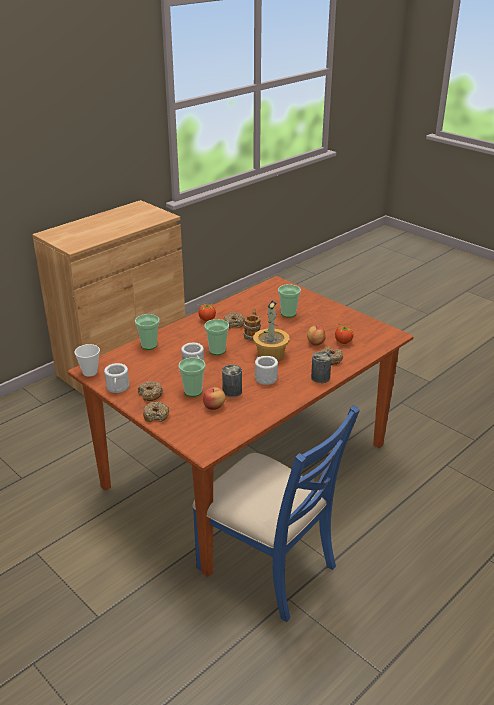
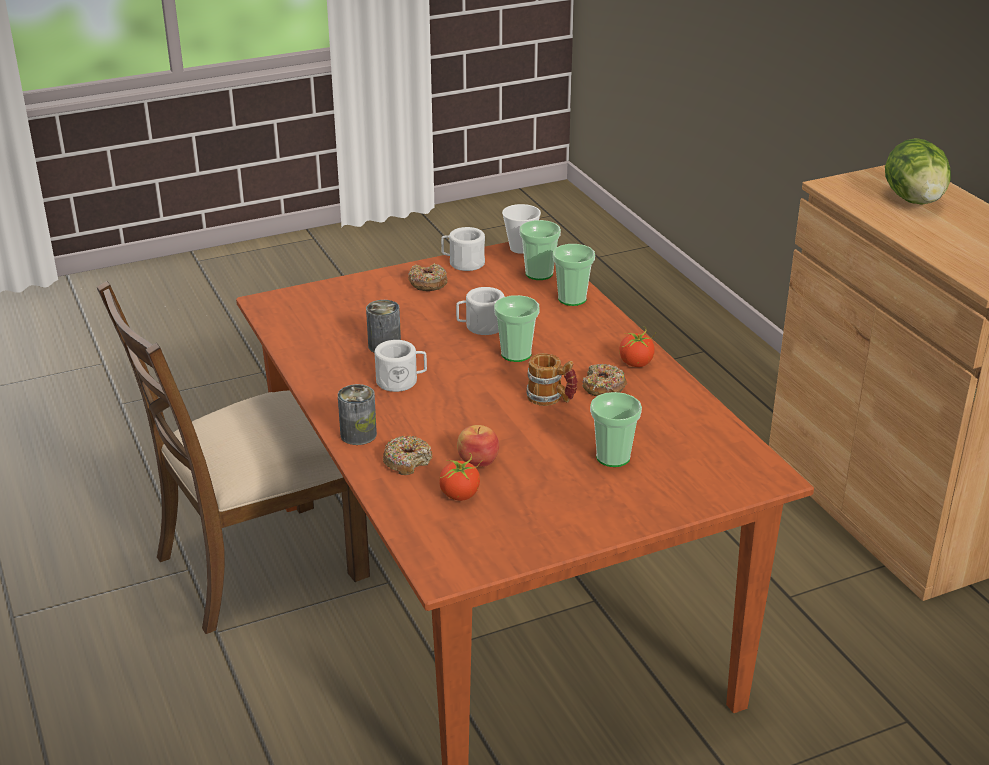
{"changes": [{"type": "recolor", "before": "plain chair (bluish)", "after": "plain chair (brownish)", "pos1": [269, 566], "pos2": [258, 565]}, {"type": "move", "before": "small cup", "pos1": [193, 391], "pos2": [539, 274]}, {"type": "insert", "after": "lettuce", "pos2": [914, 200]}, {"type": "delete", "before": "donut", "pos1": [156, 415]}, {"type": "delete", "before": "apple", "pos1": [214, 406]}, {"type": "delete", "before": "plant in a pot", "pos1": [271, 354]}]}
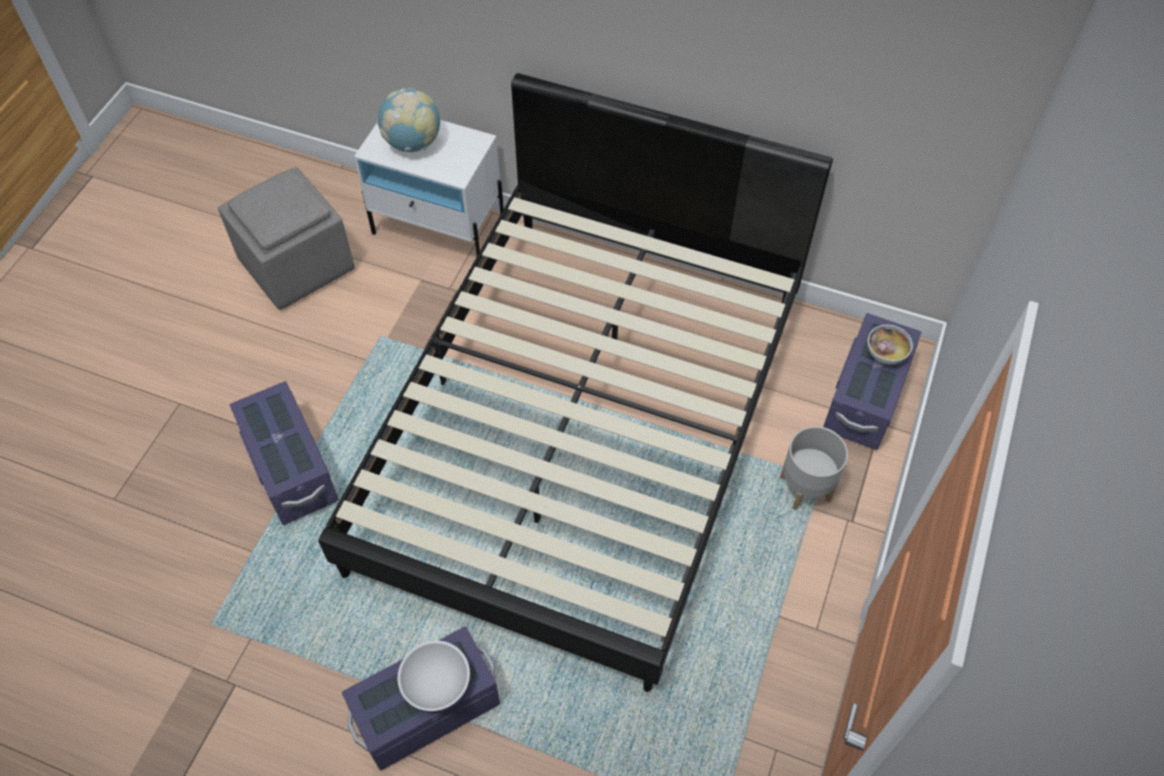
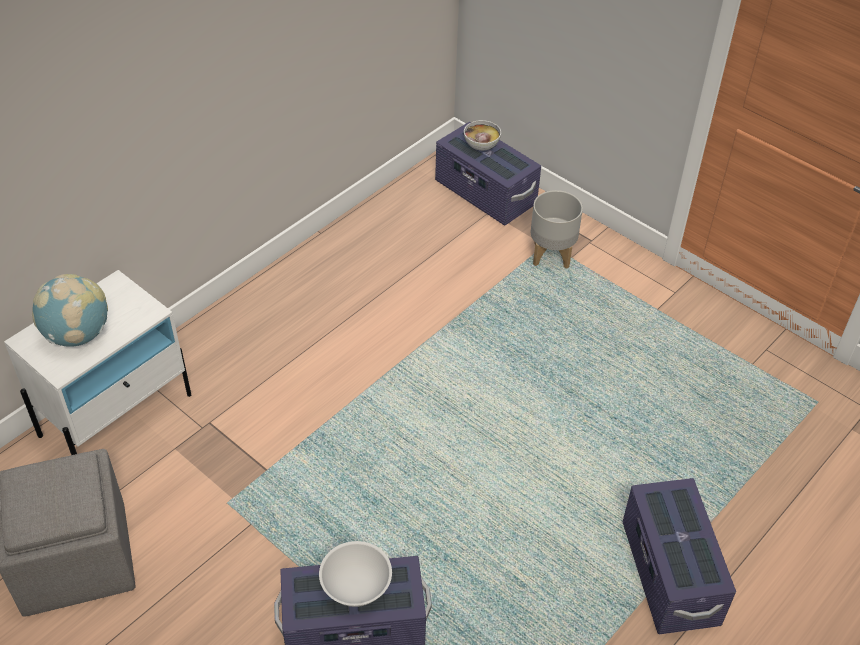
{"changes": [{"type": "move", "before": "deep dish (white)", "pos1": [436, 684], "pos2": [356, 586]}, {"type": "delete", "before": "bed (black-coloured)", "pos1": [583, 430]}]}
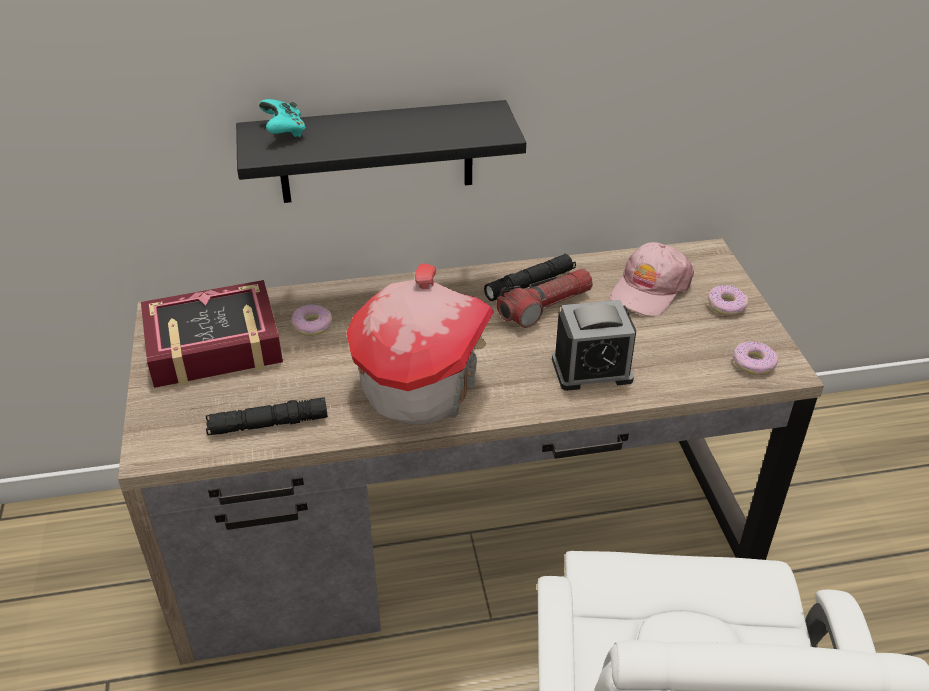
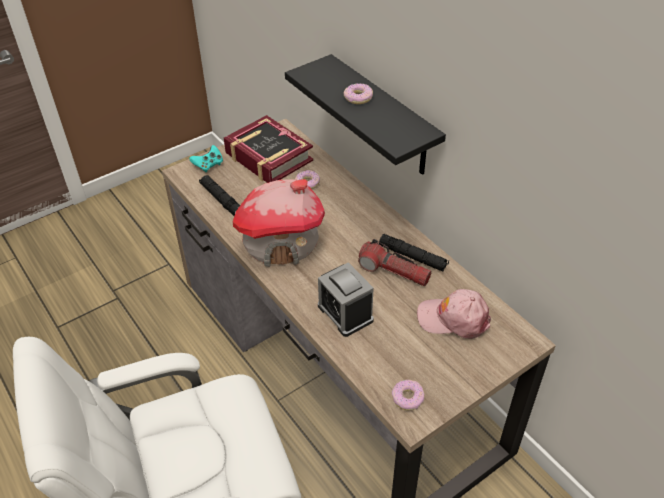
{"changes": [{"type": "move", "before": "joypad (turquoise)", "pos1": [284, 131], "pos2": [208, 165]}, {"type": "move", "before": "donut", "pos1": [726, 305], "pos2": [358, 98]}]}
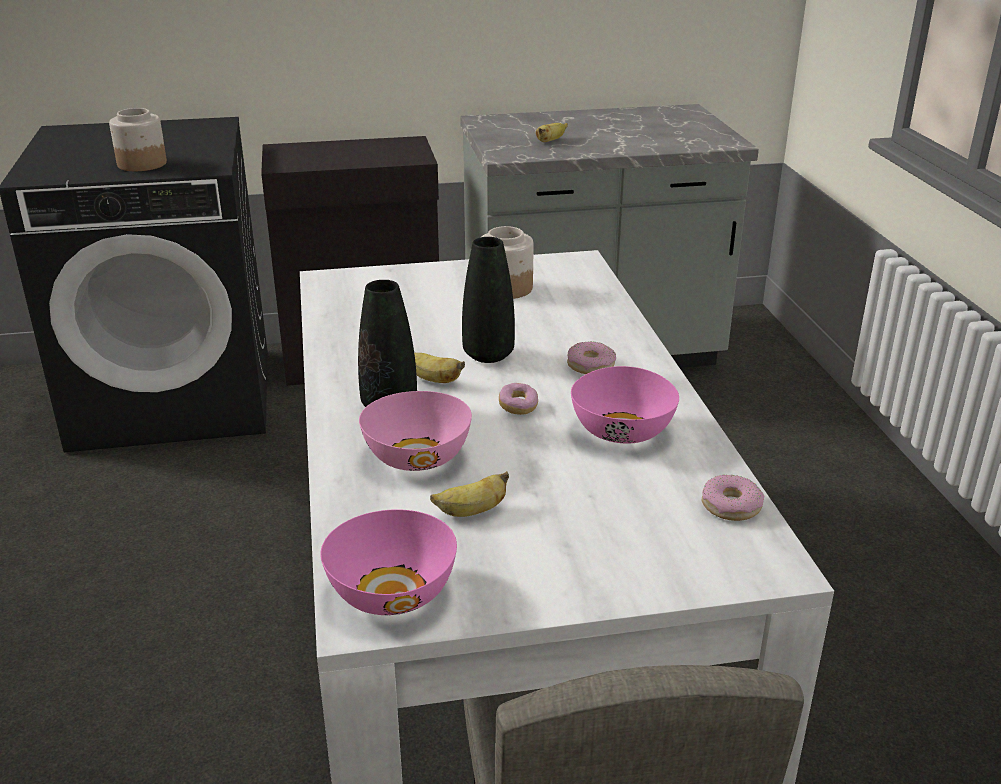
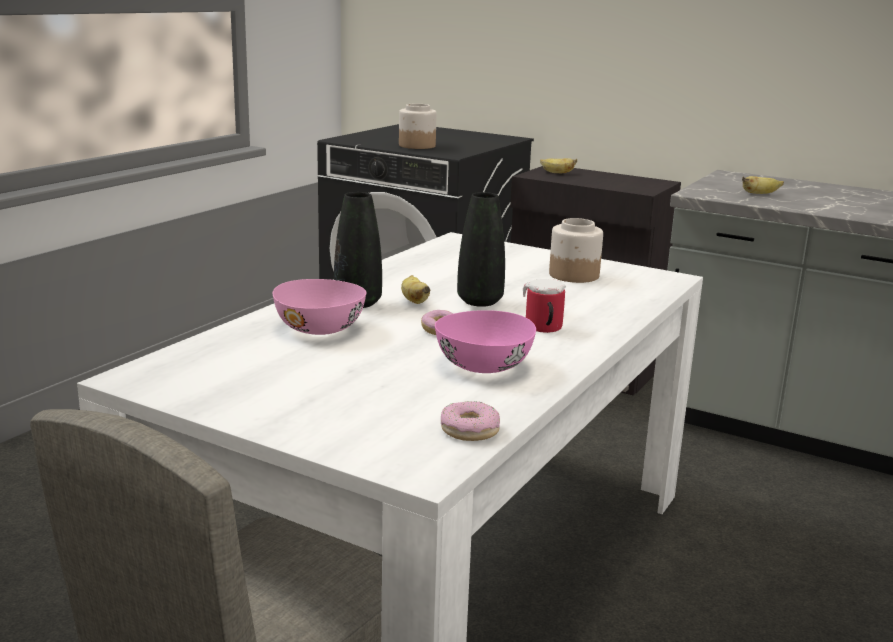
{"changes": [{"type": "replace", "before": "donut", "after": "coffee mug", "pos1": [591, 365], "pos2": [543, 329]}, {"type": "move", "before": "whole banana", "pos1": [471, 511], "pos2": [556, 173]}, {"type": "delete", "before": "deep dish (pinkish)", "pos1": [393, 591]}]}
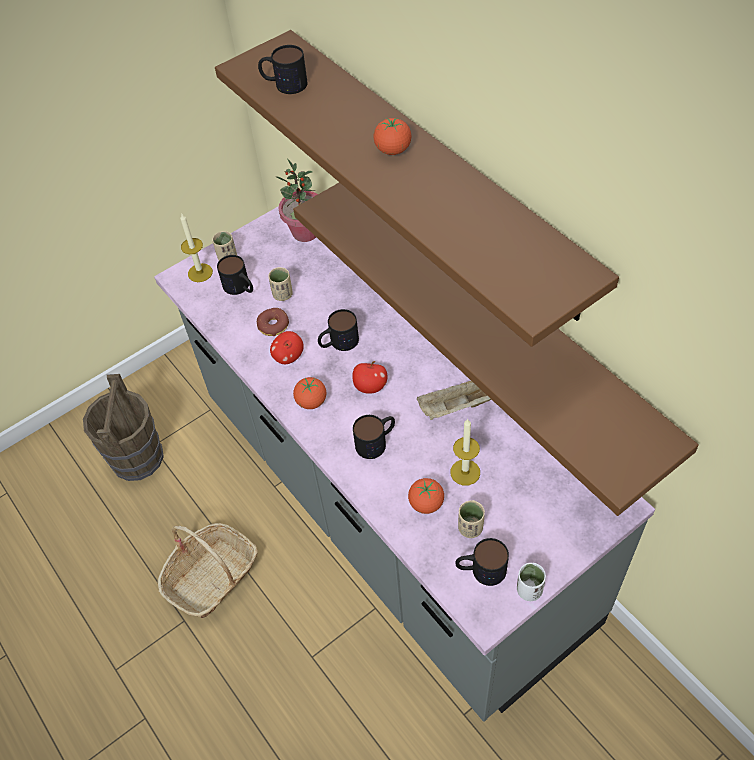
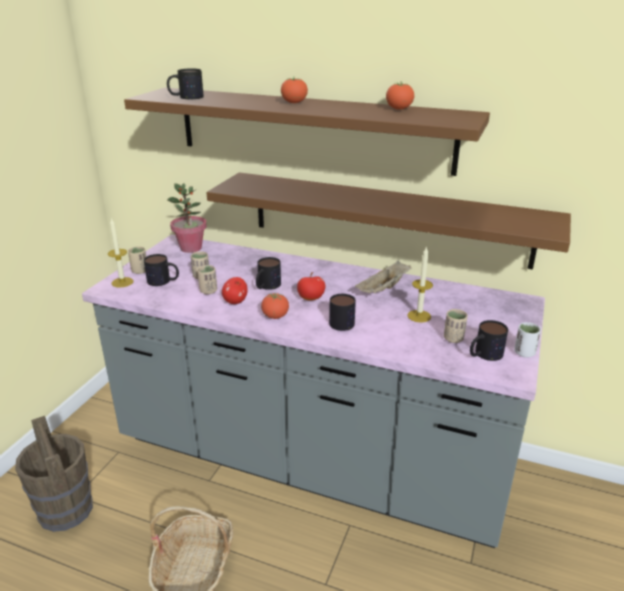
{"changes": [{"type": "replace", "before": "donut", "after": "small cup (beige)", "pos1": [273, 325], "pos2": [208, 291]}, {"type": "move", "before": "tomato", "pos1": [426, 503], "pos2": [399, 109]}]}
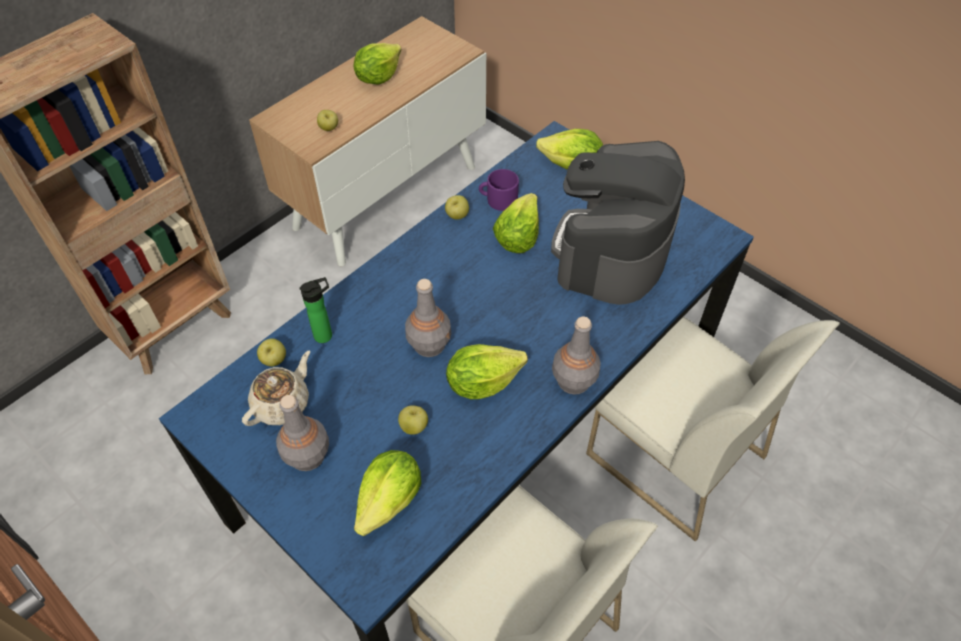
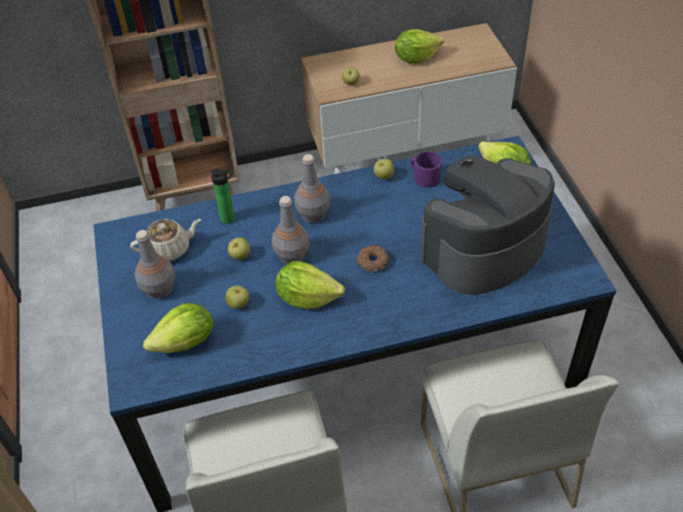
{"changes": [{"type": "move", "before": "apple", "pos1": [274, 360], "pos2": [240, 256]}, {"type": "move", "before": "drink bottle (gray)", "pos1": [573, 381], "pos2": [313, 214]}, {"type": "insert", "after": "donut", "pos2": [372, 262]}, {"type": "delete", "before": "lettuce", "pos1": [518, 235]}]}
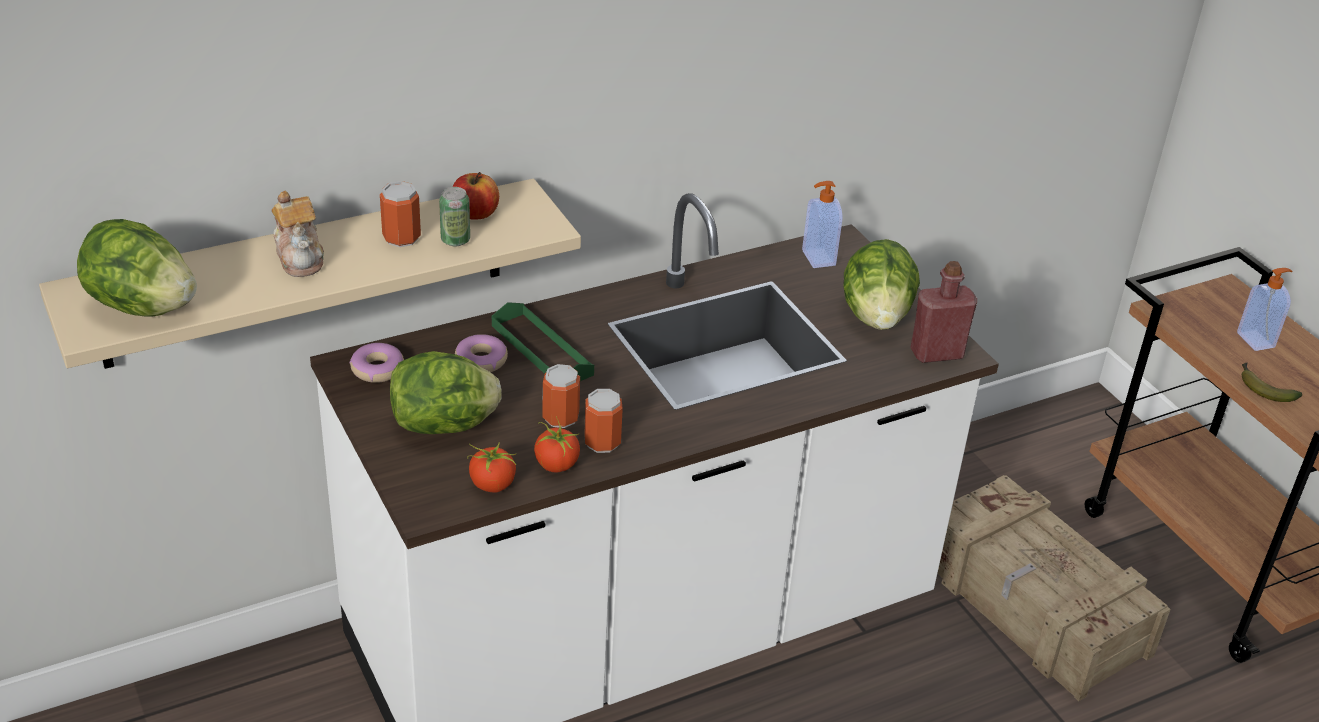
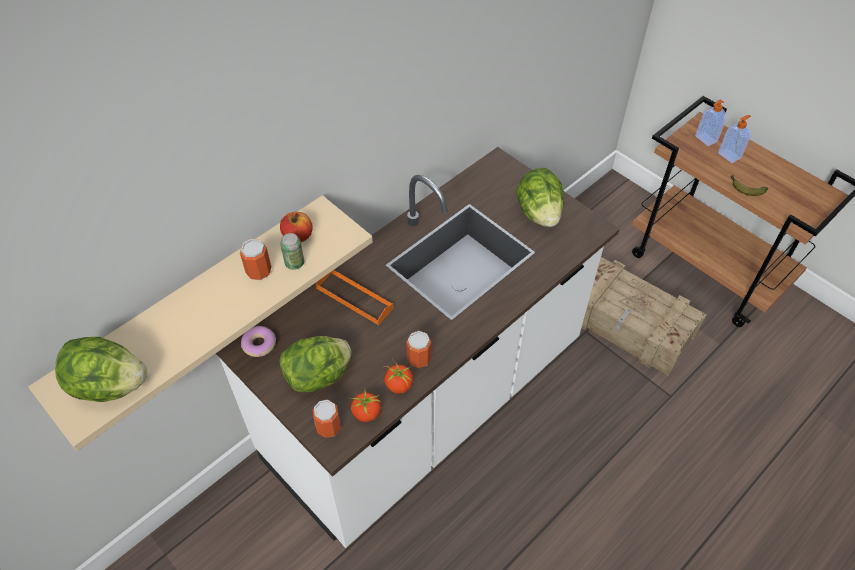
{"changes": [{"type": "move", "before": "sealed can", "pos1": [560, 417], "pos2": [328, 427]}, {"type": "recolor", "before": "carrying tray (green)", "after": "carrying tray (orange)", "pos1": [542, 350], "pos2": [354, 298]}, {"type": "move", "before": "soap dispenser", "pos1": [817, 258], "pos2": [705, 139]}, {"type": "delete", "before": "tea pot", "pos1": [300, 257]}, {"type": "delete", "before": "donut", "pos1": [481, 361]}, {"type": "delete", "before": "drink bottle (reddish)", "pos1": [936, 353]}]}
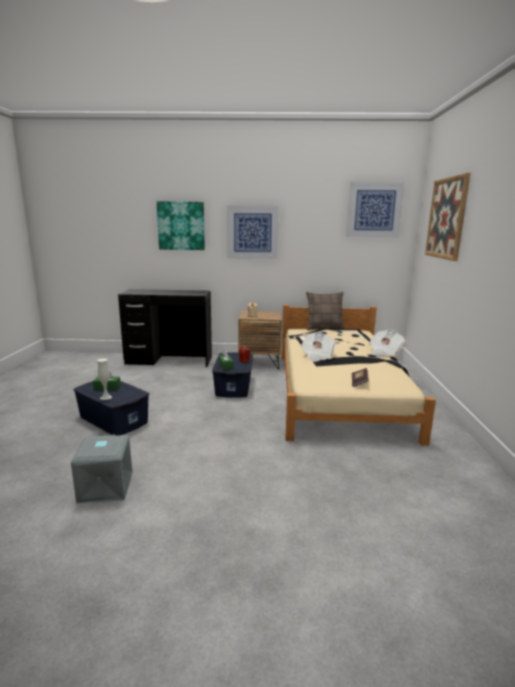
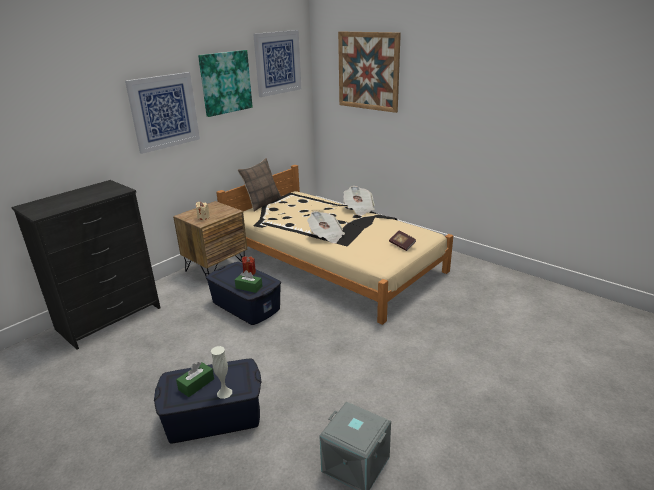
{"changes": [{"type": "replace", "before": "desk unit (black-coloured)", "after": "drawer chest (black-coloured)", "pos1": [169, 360], "pos2": [109, 318]}, {"type": "move", "before": "picture", "pos1": [181, 226], "pos2": [225, 82]}]}
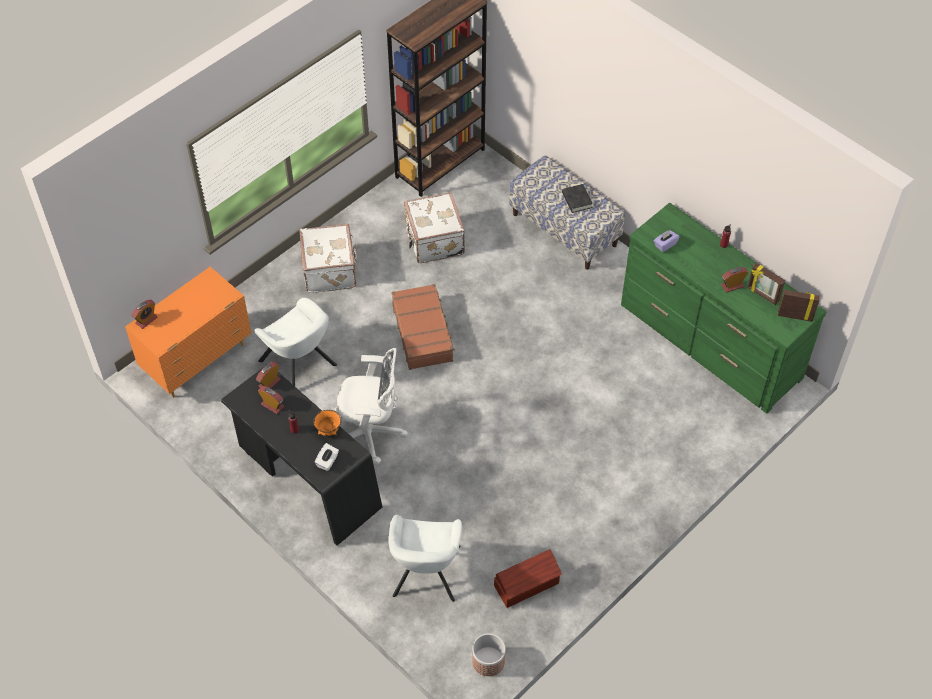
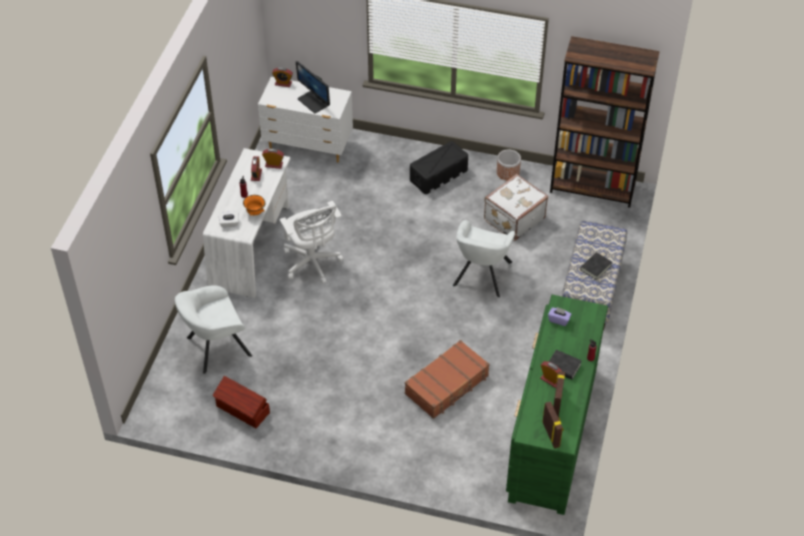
{"changes": [{"type": "recolor", "before": "desk unit (black-coloured)", "after": "desk unit (white)", "pos1": [306, 478], "pos2": [252, 247]}, {"type": "recolor", "before": "drawer chest (orange)", "after": "drawer chest (white)", "pos1": [198, 360], "pos2": [308, 146]}, {"type": "insert", "after": "computer display", "pos2": [314, 102]}, {"type": "move", "before": "suitcase (brownish)", "pos1": [423, 332], "pos2": [447, 385]}, {"type": "replace", "before": "suitcase (white)", "after": "storage box (black-coloured)", "pos1": [330, 270], "pos2": [439, 175]}, {"type": "move", "before": "easy chair (white)", "pos1": [300, 365], "pos2": [481, 276]}, {"type": "move", "before": "flower pot", "pos1": [488, 661], "pos2": [508, 172]}, {"type": "insert", "after": "book (black-coloured)", "pos2": [563, 367]}]}
